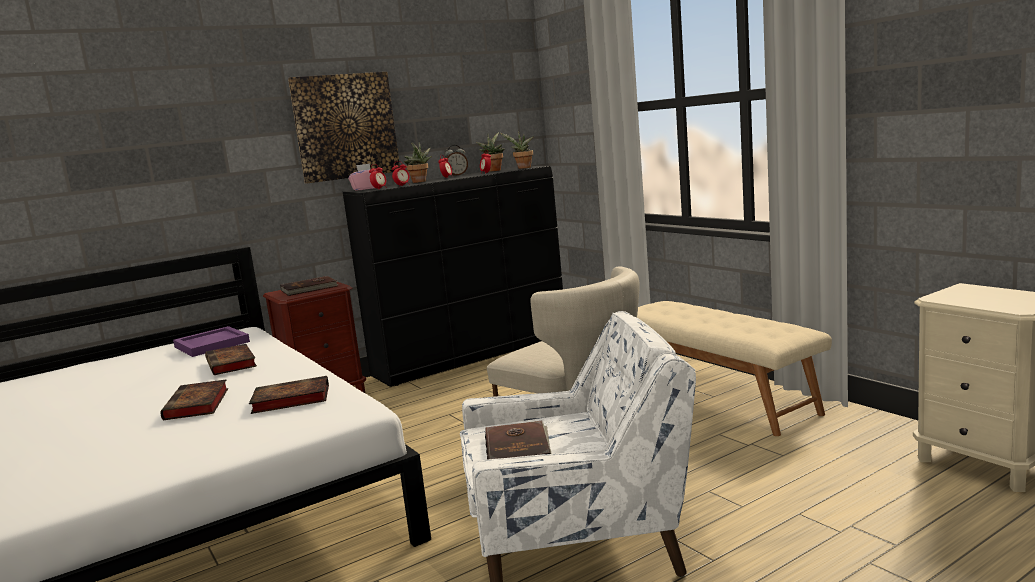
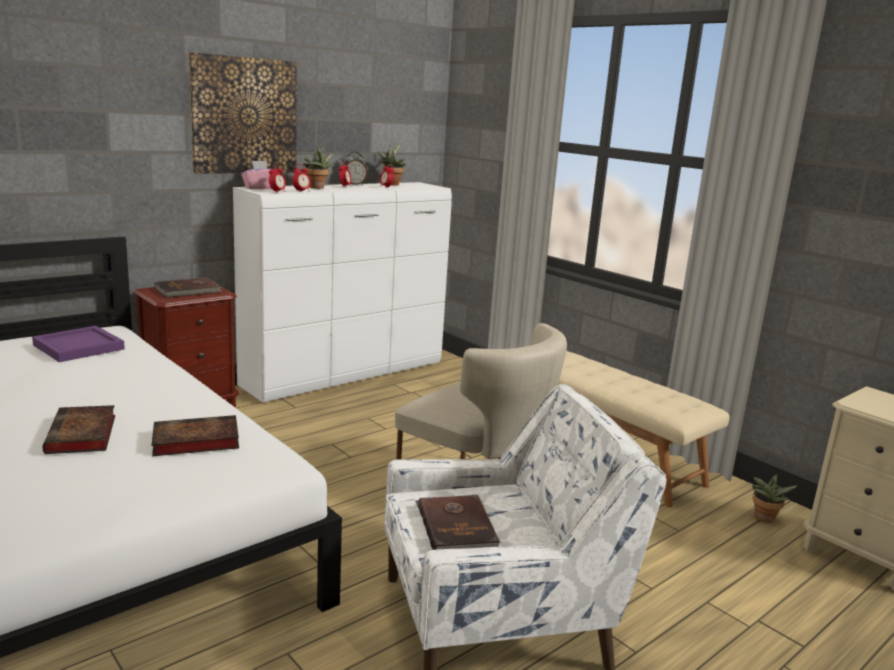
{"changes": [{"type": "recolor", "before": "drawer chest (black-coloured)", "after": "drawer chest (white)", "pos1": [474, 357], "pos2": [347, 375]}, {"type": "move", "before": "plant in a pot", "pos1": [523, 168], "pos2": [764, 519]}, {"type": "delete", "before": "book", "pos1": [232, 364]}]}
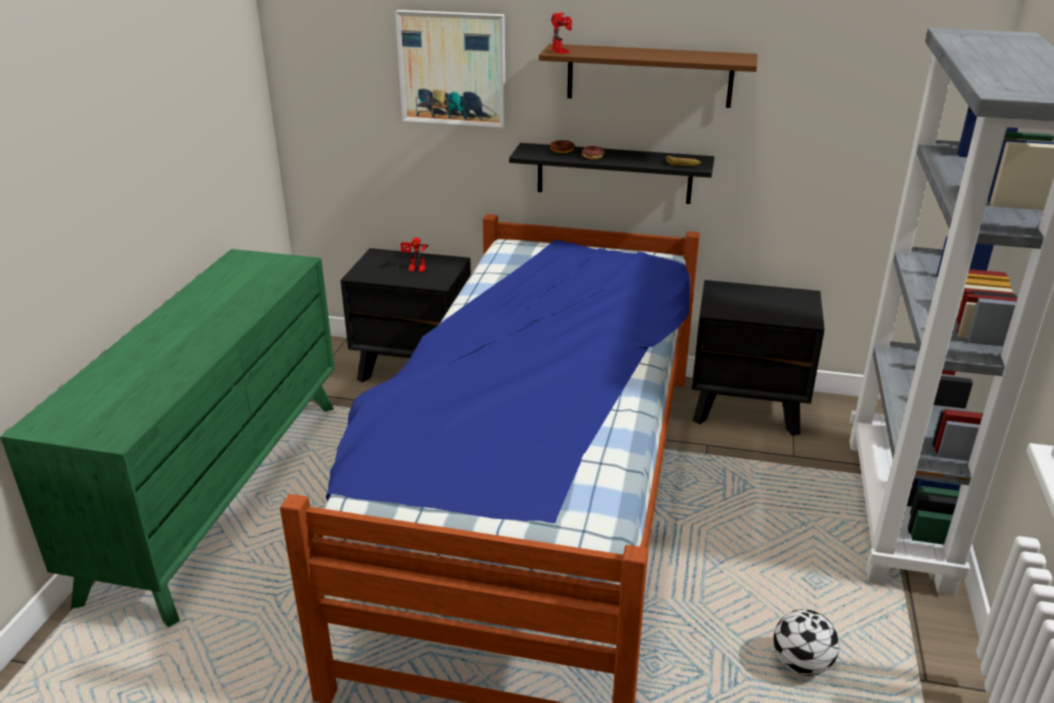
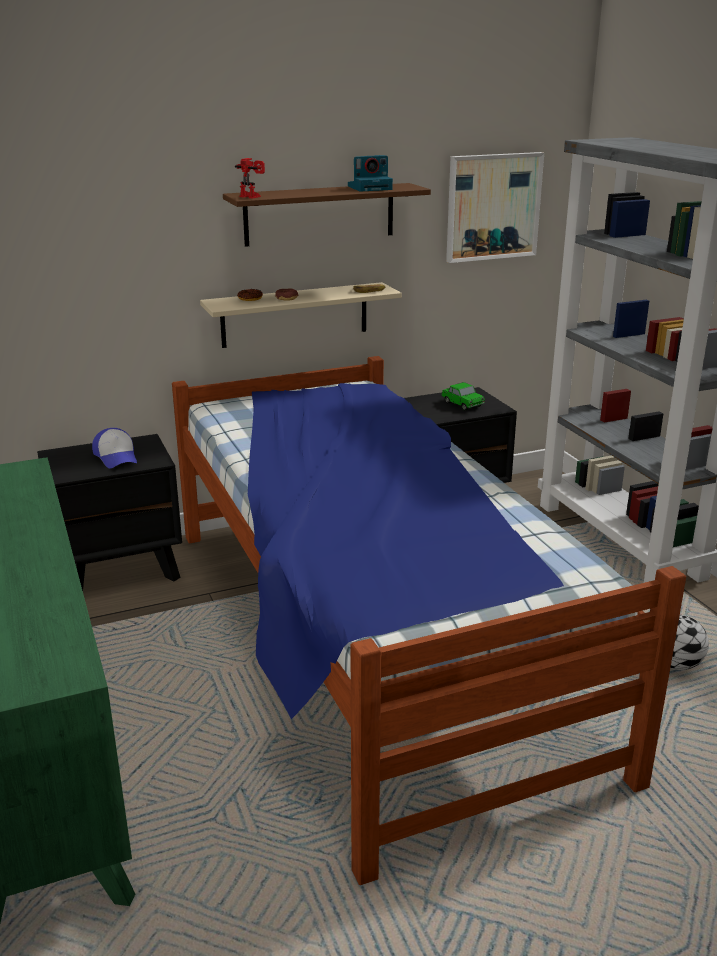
{"changes": [{"type": "replace", "before": "robot figure", "after": "peaked cap", "pos1": [415, 270], "pos2": [116, 457]}, {"type": "recolor", "before": "shelf (black-coloured)", "after": "shelf (beige)", "pos1": [614, 173], "pos2": [295, 315]}, {"type": "insert", "after": "photo camera", "pos2": [370, 188]}, {"type": "insert", "after": "toy car", "pos2": [462, 404]}, {"type": "move", "before": "picture", "pos1": [452, 68], "pos2": [493, 207]}]}
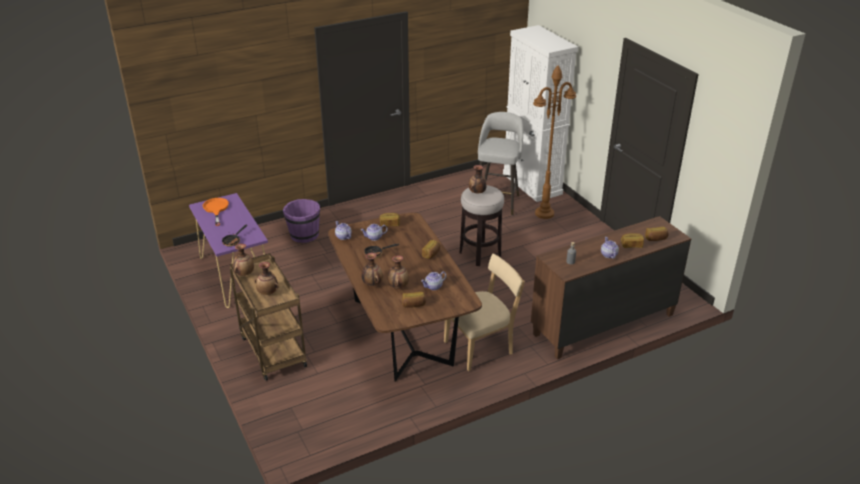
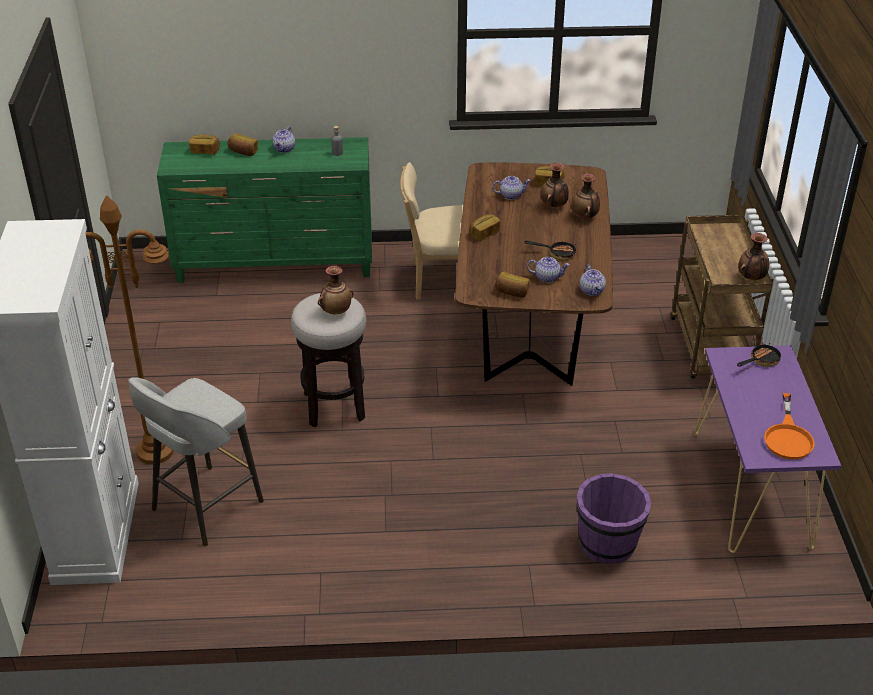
{"changes": [{"type": "recolor", "before": "drawer chest (brownish)", "after": "drawer chest (green)", "pos1": [602, 324], "pos2": [276, 264]}, {"type": "delete", "before": "decorative vase", "pos1": [268, 293]}]}
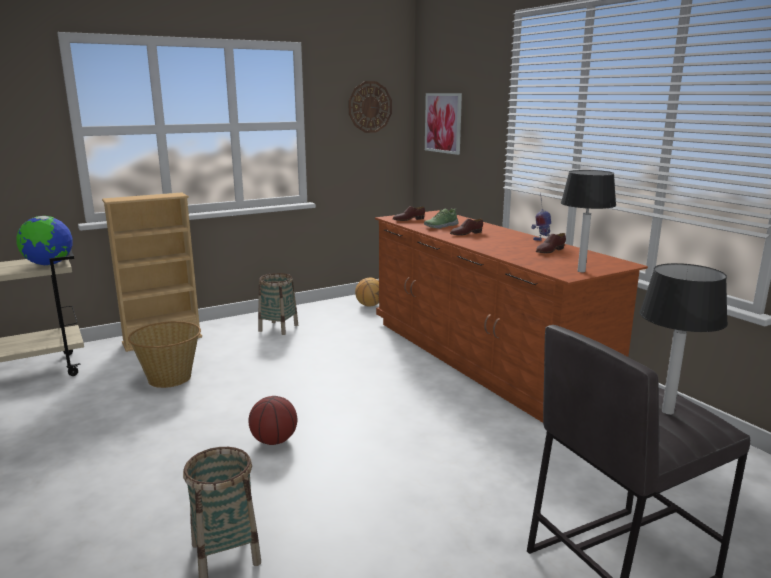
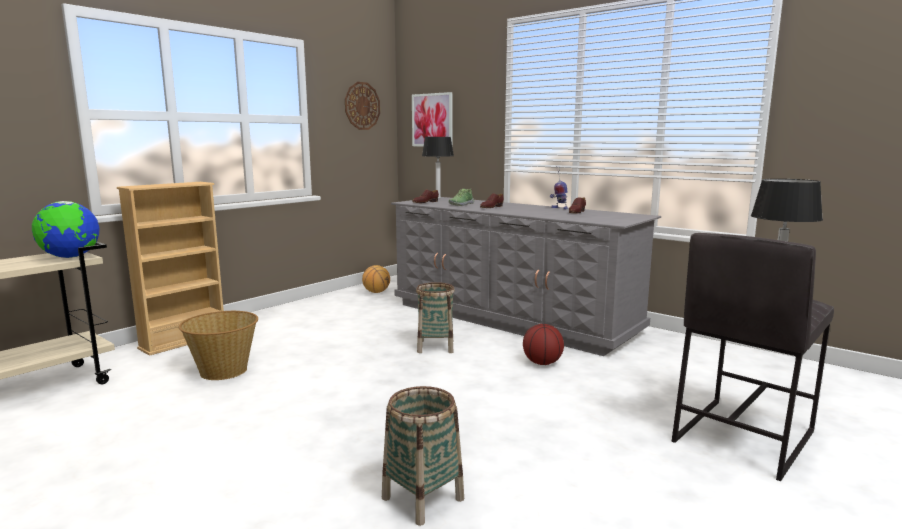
{"changes": [{"type": "recolor", "before": "drawer chest (brownish)", "after": "drawer chest (gray)", "pos1": [482, 357], "pos2": [510, 318]}, {"type": "move", "before": "storage basket", "pos1": [278, 328], "pos2": [435, 346]}, {"type": "move", "before": "tabletop lamp", "pos1": [581, 271], "pos2": [438, 198]}, {"type": "move", "before": "basketball ball", "pos1": [273, 441], "pos2": [542, 363]}]}
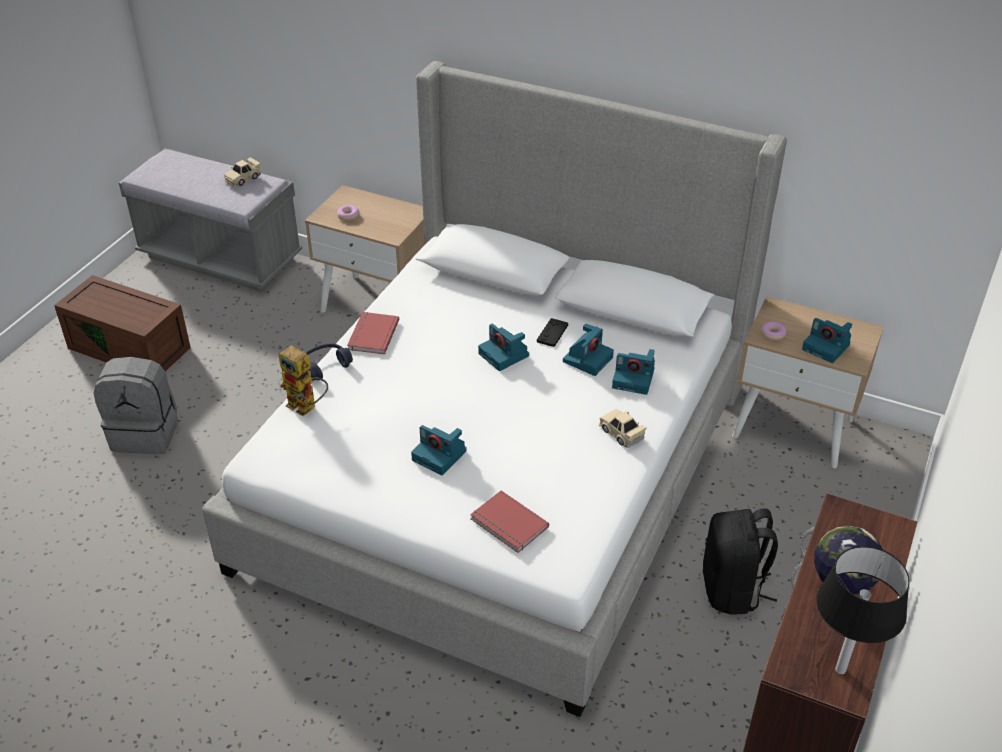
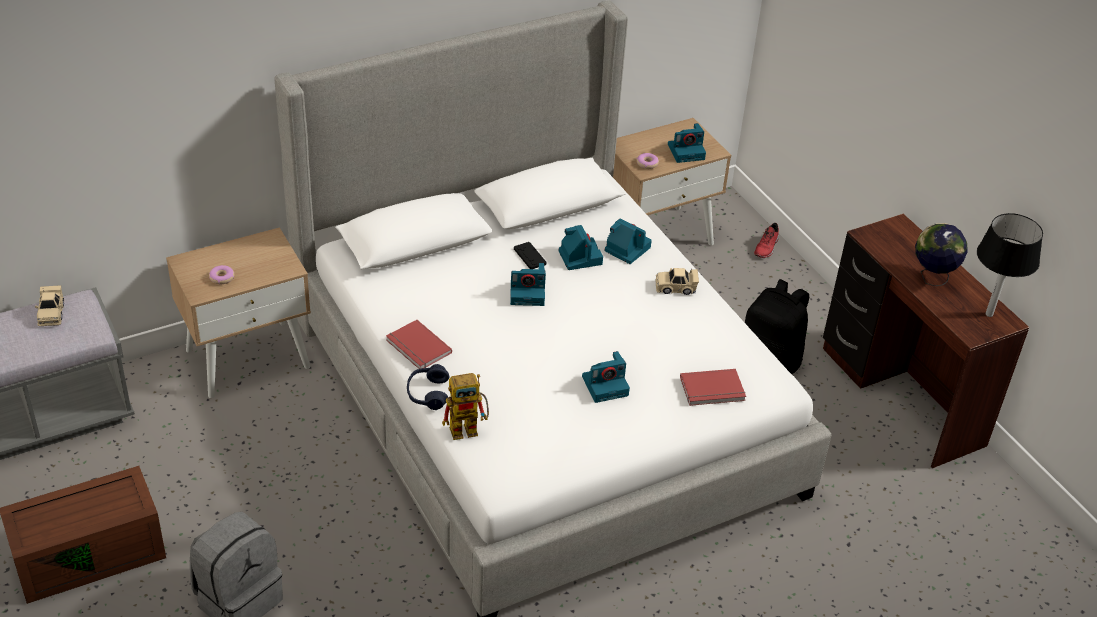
{"changes": [{"type": "rotate", "before": "photo camera", "pos1": [634, 379], "pos2": [626, 249], "turn": -105}, {"type": "insert", "after": "low shoe (reddish)", "pos2": [767, 247]}]}
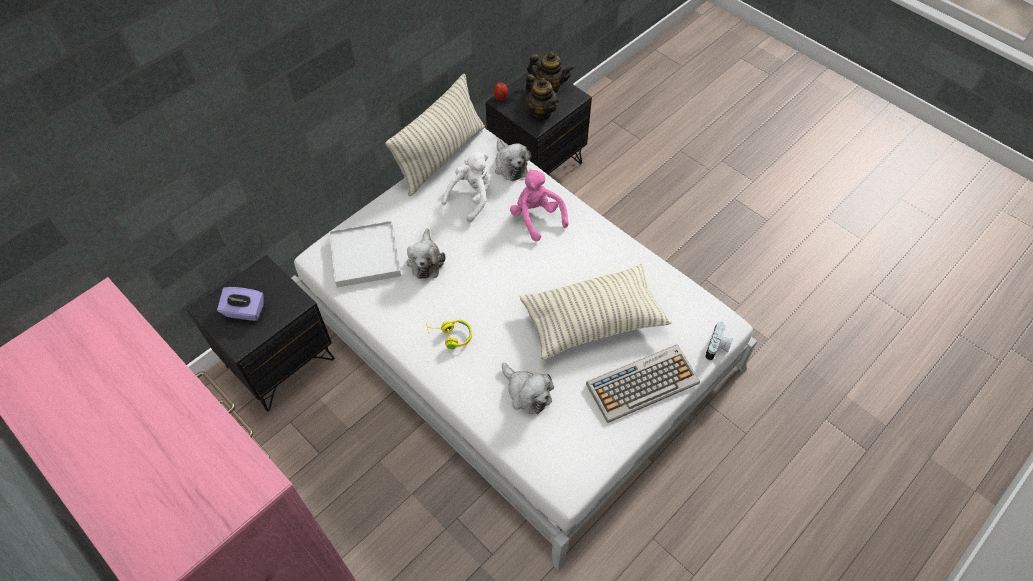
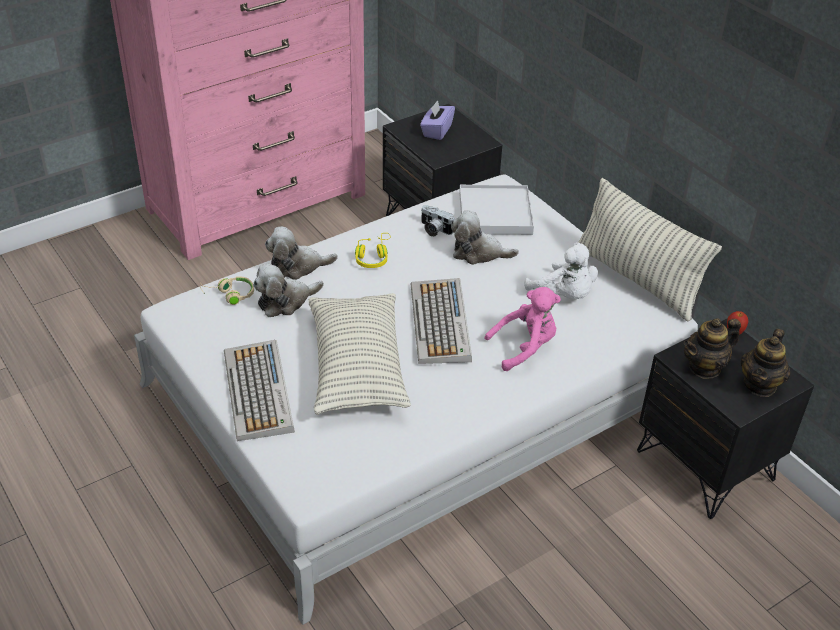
{"changes": [{"type": "insert", "after": "headset (beige)", "pos2": [229, 295]}, {"type": "move", "before": "cuddly toy", "pos1": [510, 165], "pos2": [297, 266]}, {"type": "insert", "after": "keyboard", "pos2": [441, 323]}, {"type": "move", "before": "photo camera", "pos1": [717, 347], "pos2": [434, 229]}]}
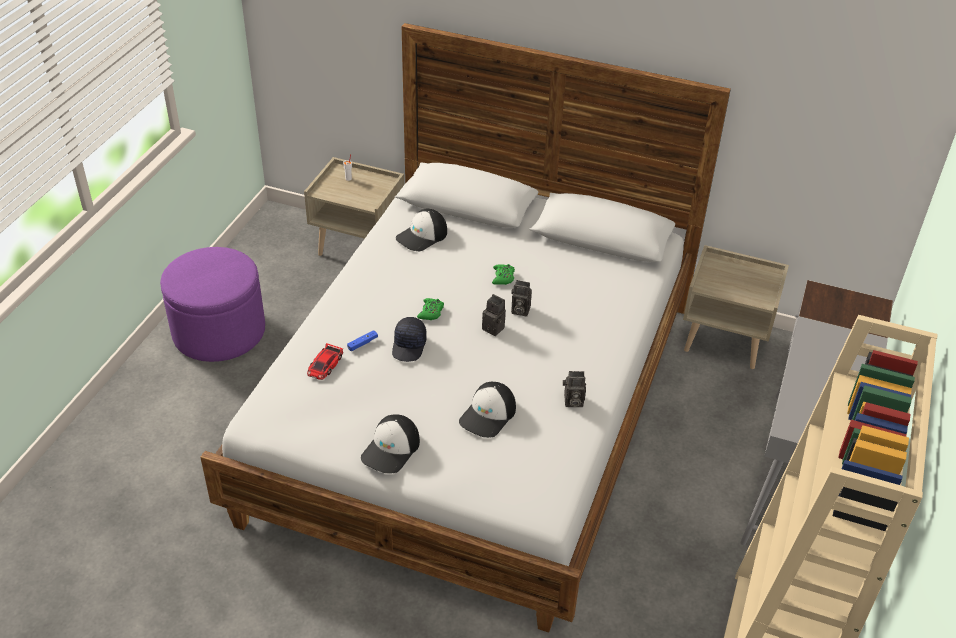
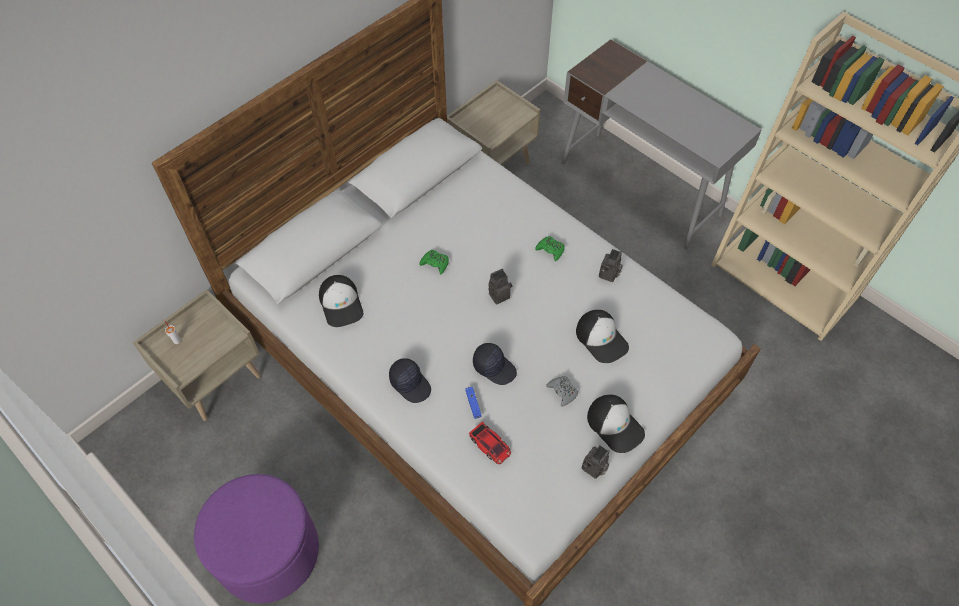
{"changes": [{"type": "insert", "after": "peaked cap (black-coloured)", "pos2": [410, 383]}, {"type": "move", "before": "joypad (green)", "pos1": [431, 312], "pos2": [550, 250]}, {"type": "insert", "after": "joypad (gray)", "pos2": [562, 392]}, {"type": "move", "before": "photo camera", "pos1": [519, 310], "pos2": [594, 469]}]}
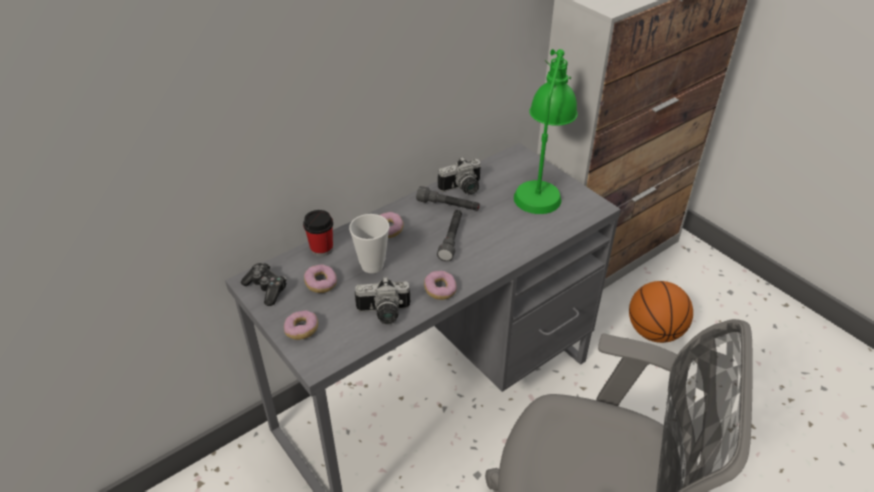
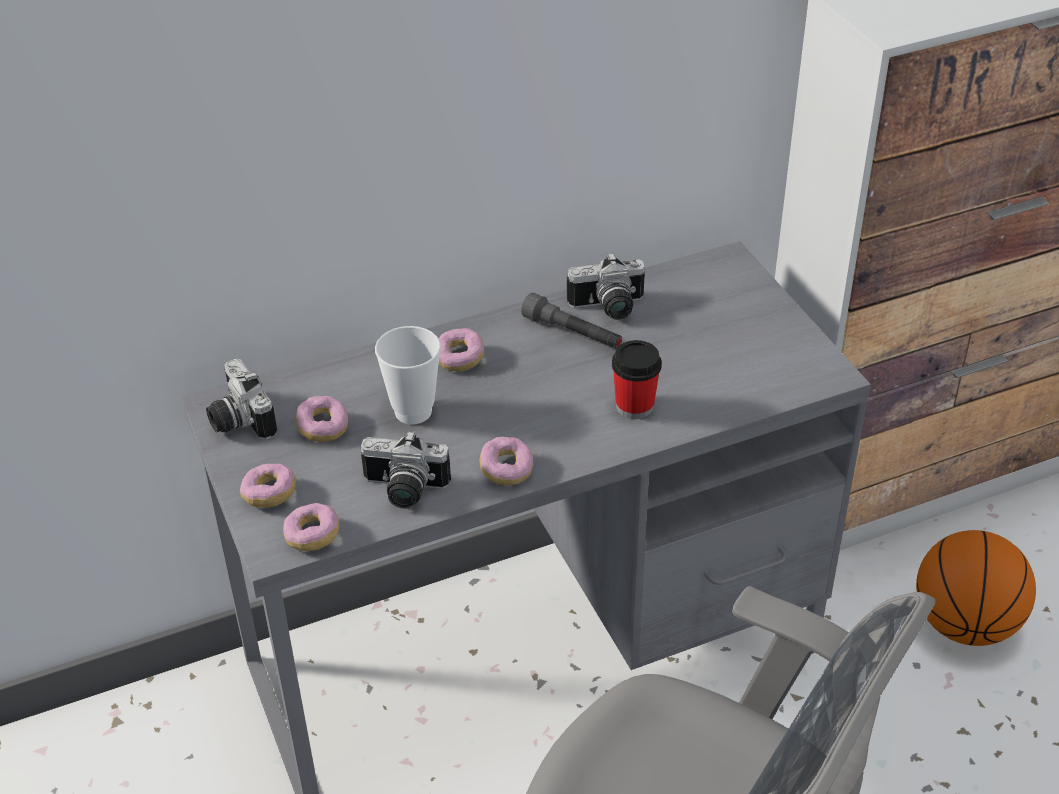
{"changes": [{"type": "replace", "before": "joypad", "after": "photo camera", "pos1": [266, 288], "pos2": [238, 420]}, {"type": "insert", "after": "donut", "pos2": [312, 536]}, {"type": "move", "before": "small cup", "pos1": [321, 249], "pos2": [634, 406]}, {"type": "delete", "before": "flashlight (gray)", "pos1": [451, 239]}, {"type": "delete", "before": "tabletop lamp (green)", "pos1": [540, 186]}]}
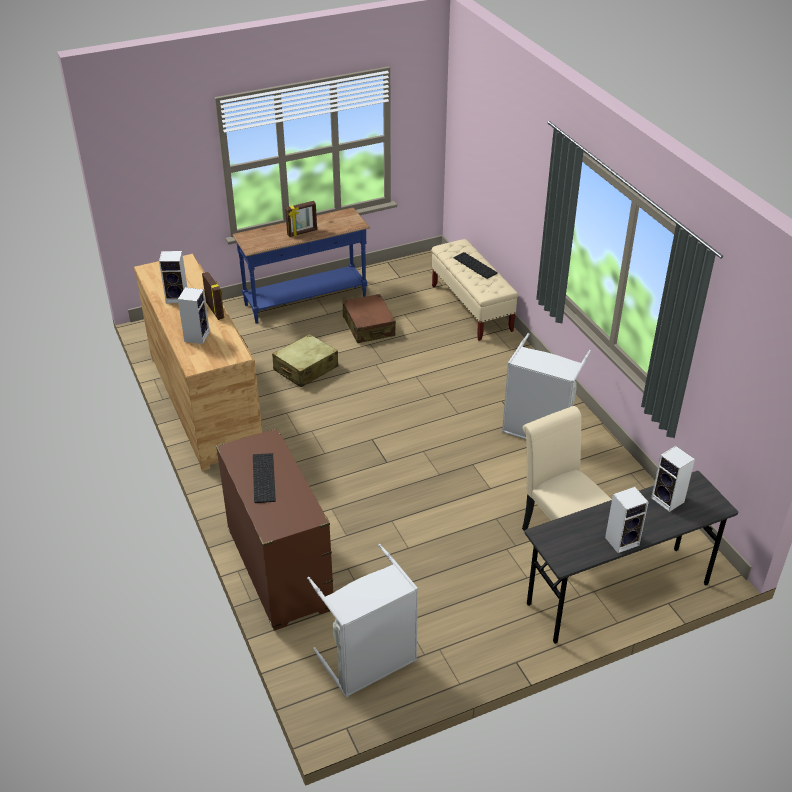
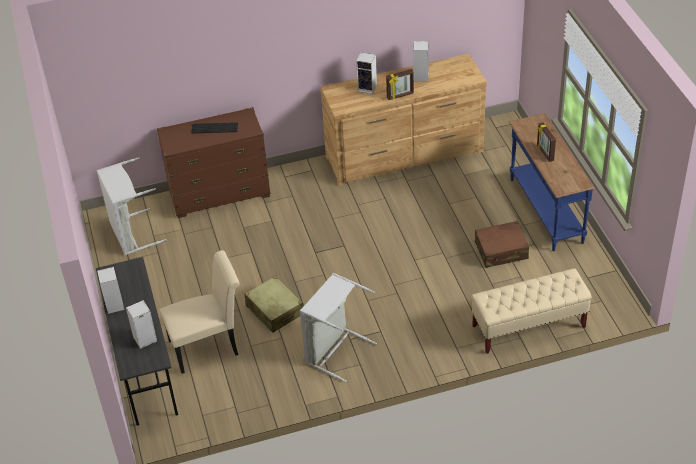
{"changes": [{"type": "move", "before": "suitcase (beige)", "pos1": [305, 369], "pos2": [274, 310]}, {"type": "delete", "before": "keyboard", "pos1": [476, 265]}]}
